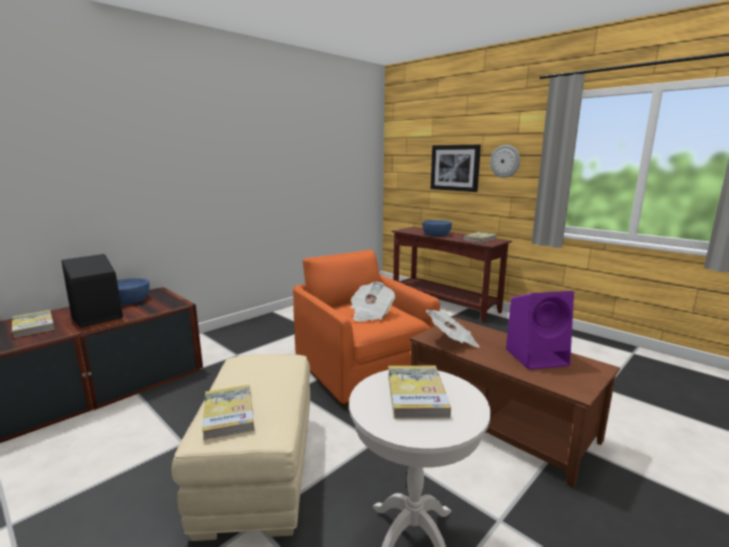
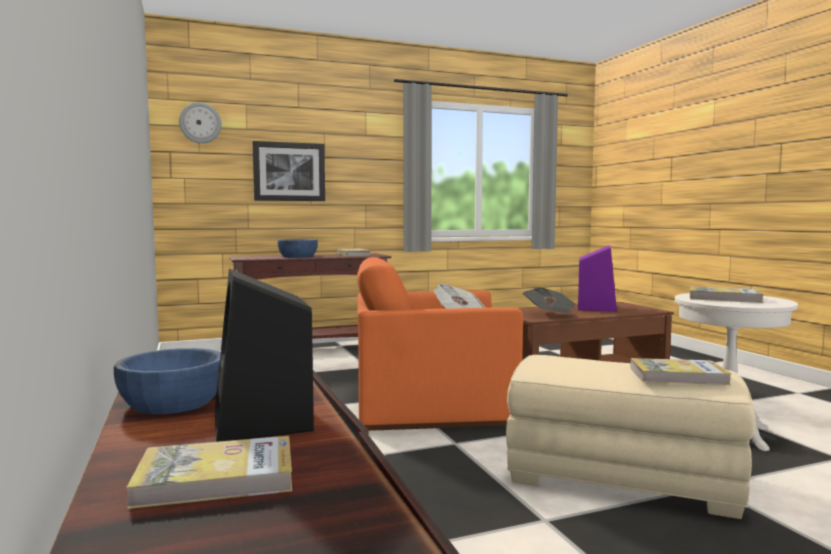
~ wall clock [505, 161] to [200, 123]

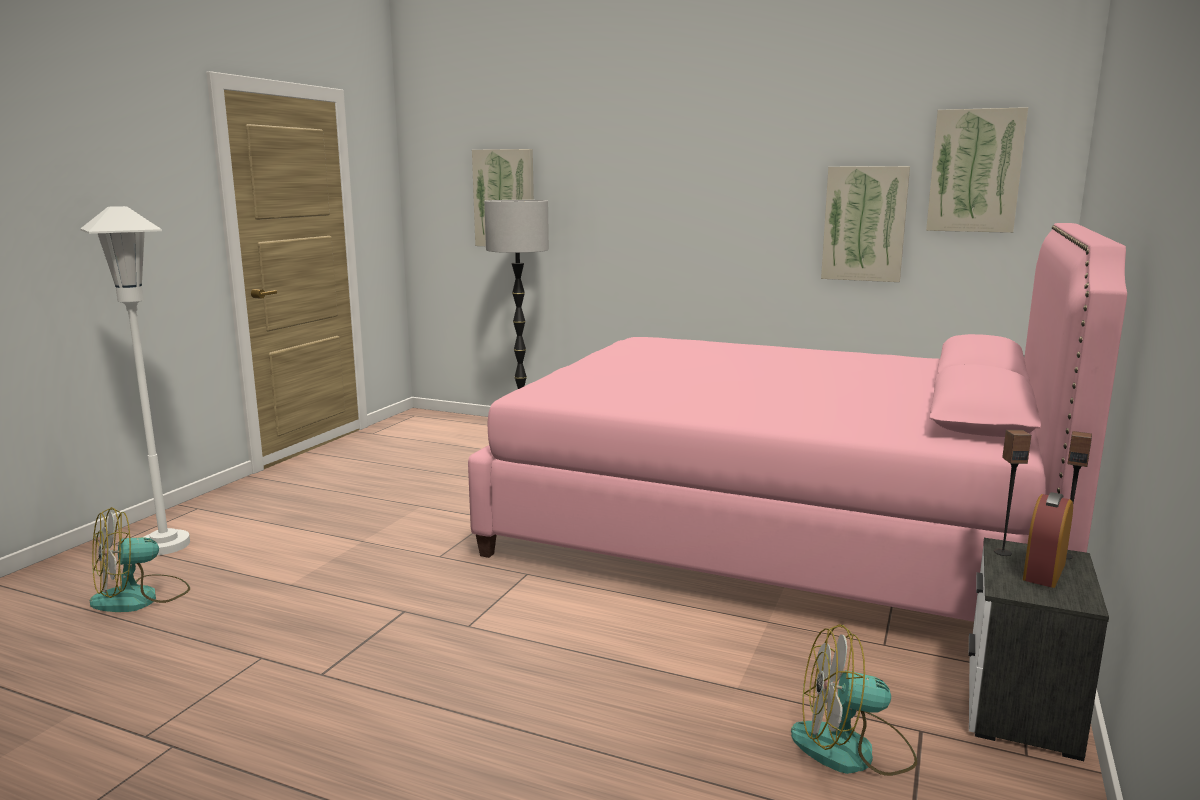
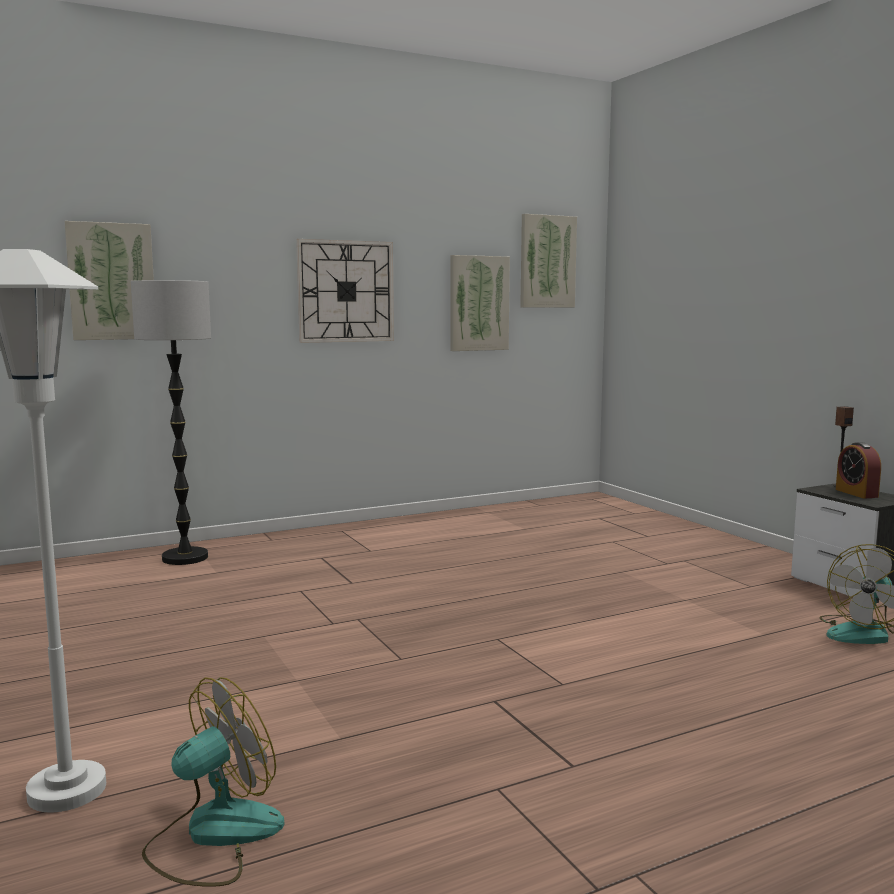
~ fan [140, 559] = [213, 782] 135 degrees counterclockwise
+ wall clock [345, 291]
- pink bed [797, 422]
- speaker [1012, 493]

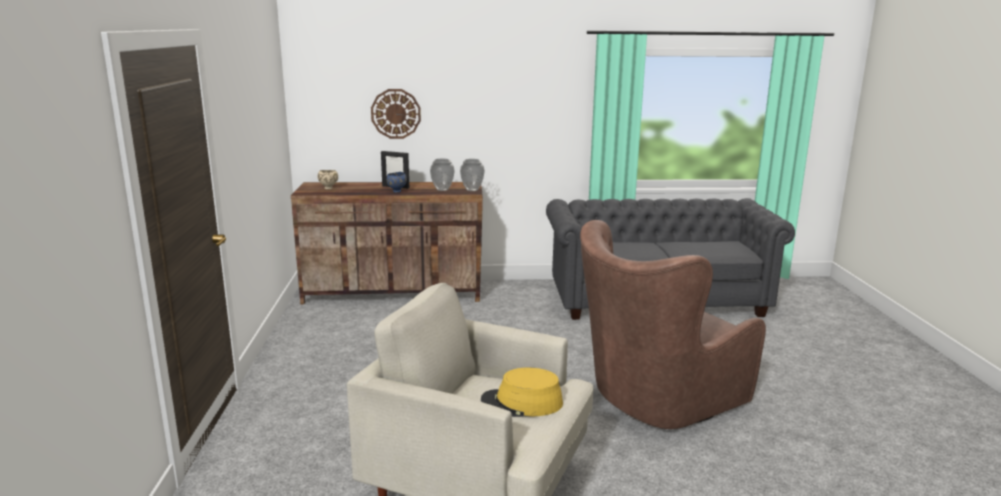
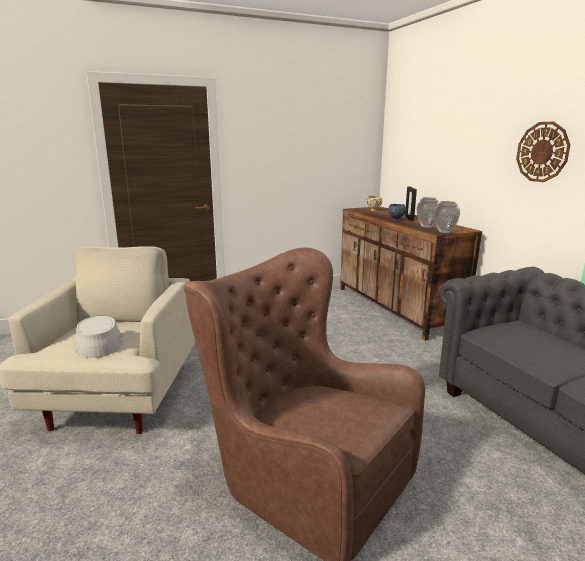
~ yellow hat [522, 392] to grey hat [98, 337]
~ wall clock [396, 114] to [543, 152]

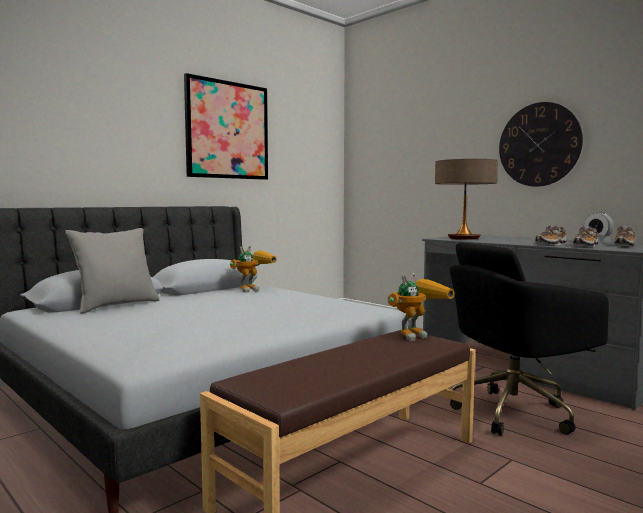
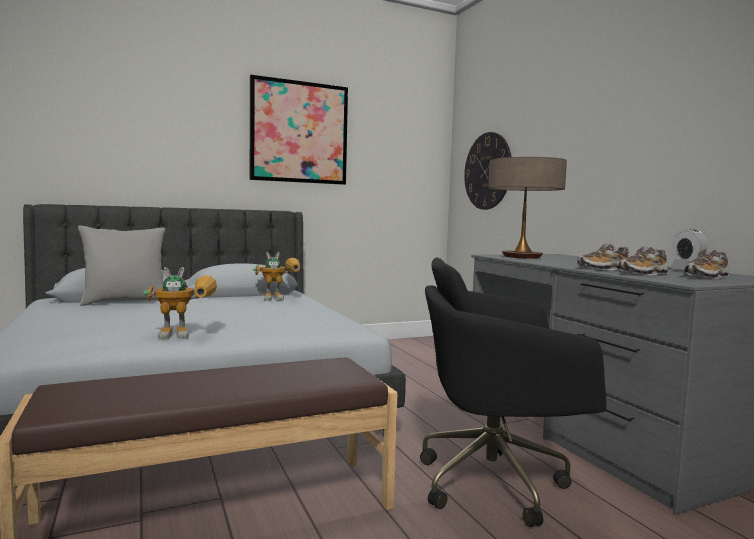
~ toy robot [421, 307] to [180, 303]
~ wall clock [541, 144] to [487, 171]

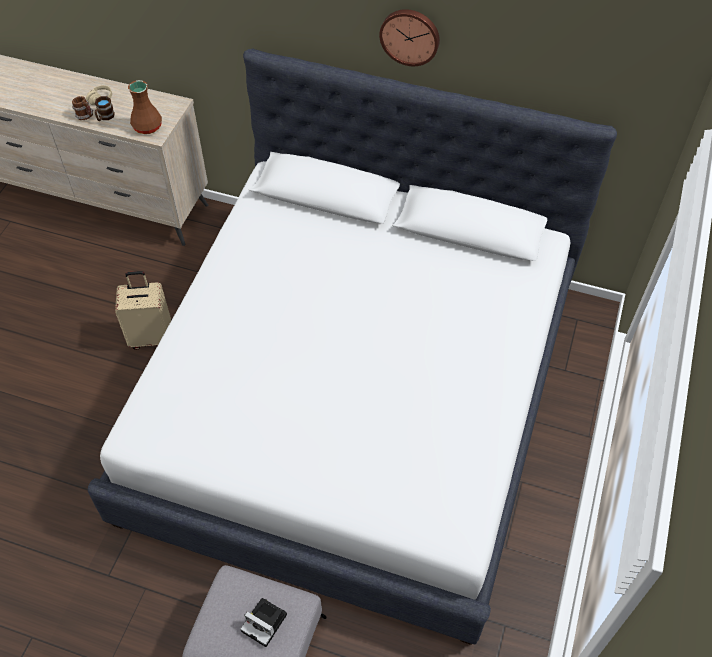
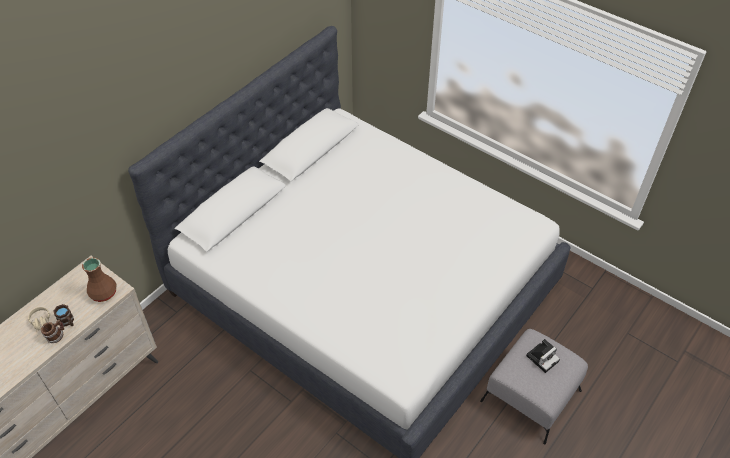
- beige suitcase [143, 310]
- wall clock [409, 37]

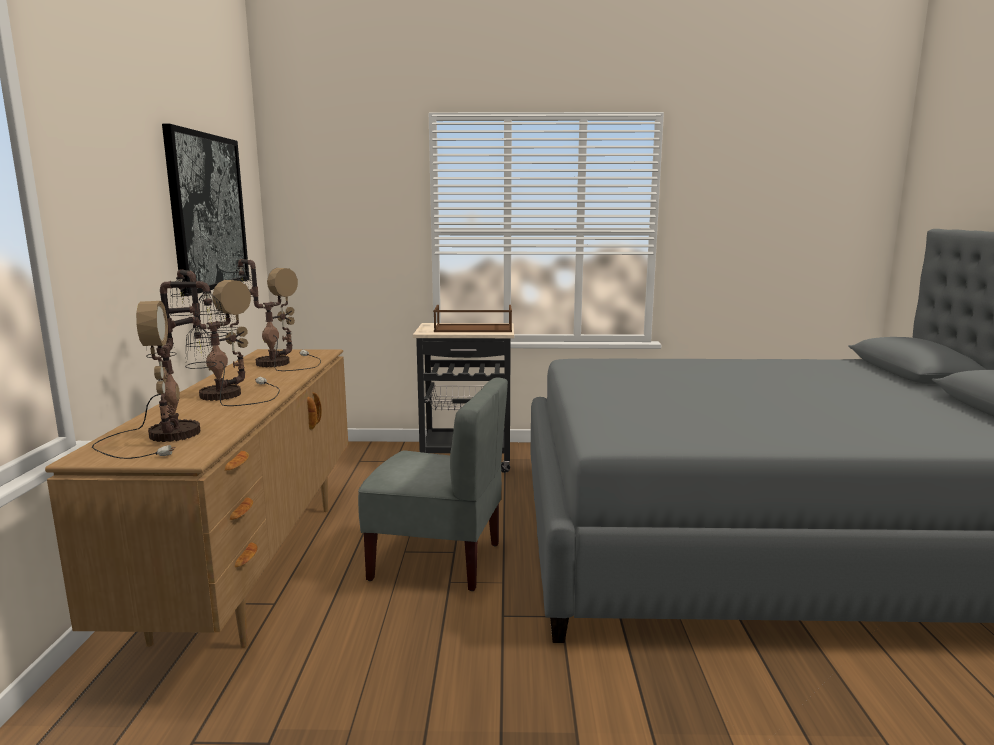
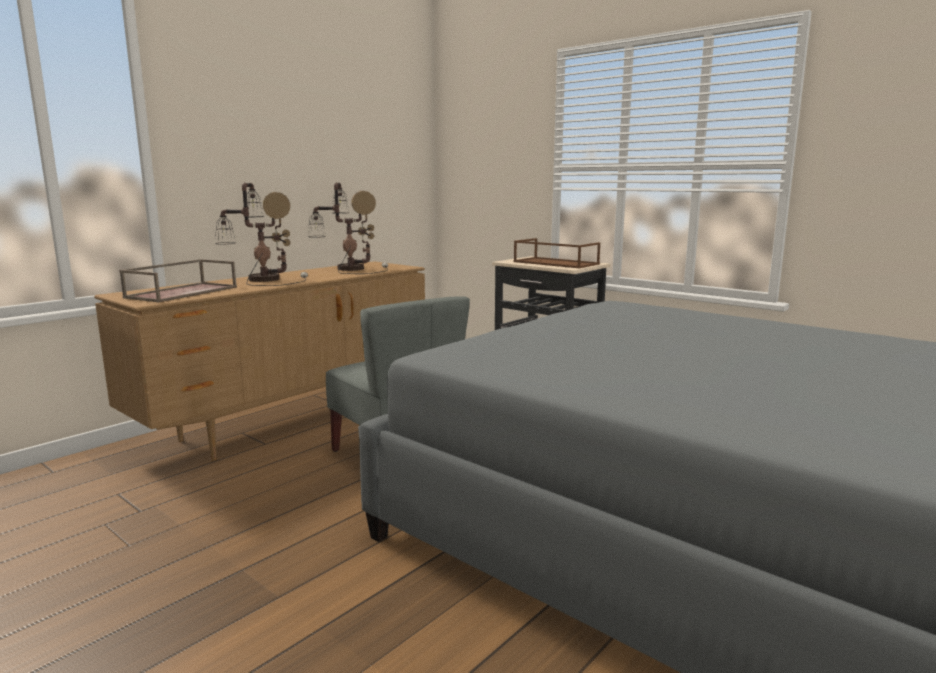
~ table lamp [160, 370] to brown tray [178, 281]
- picture [205, 210]

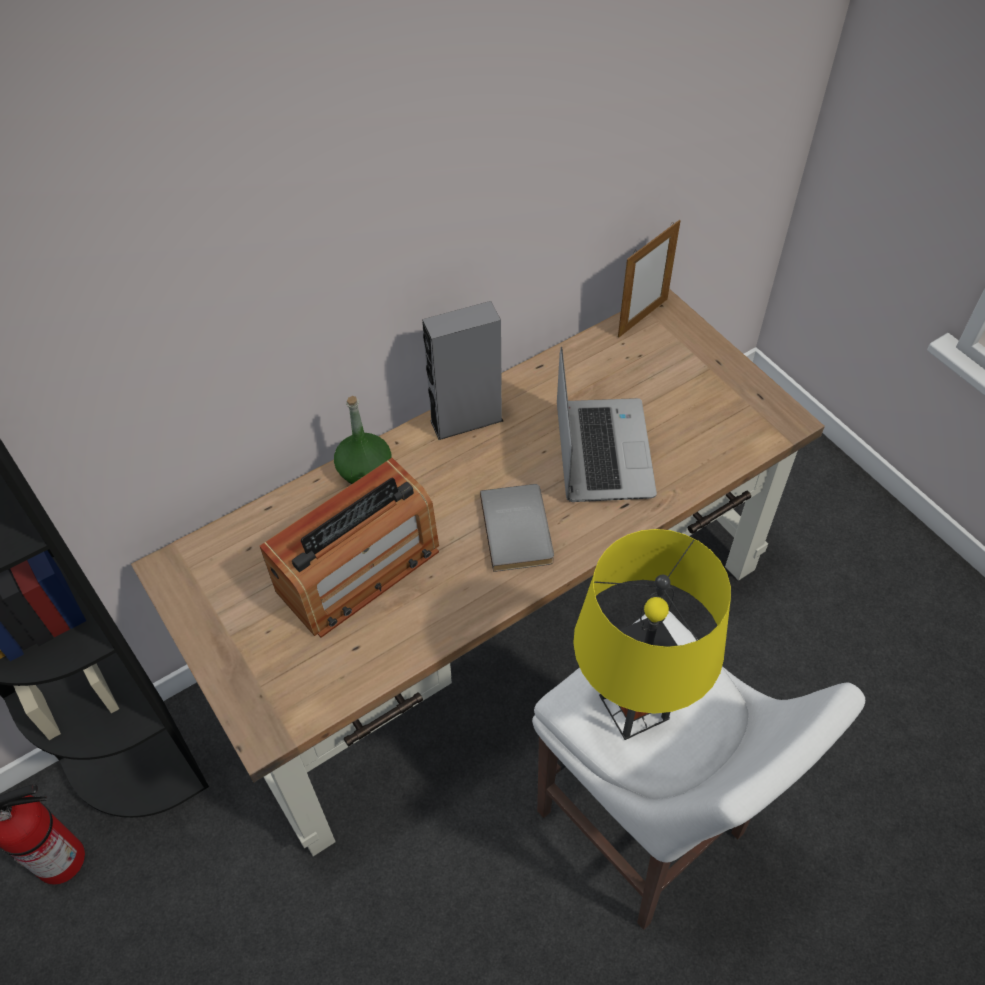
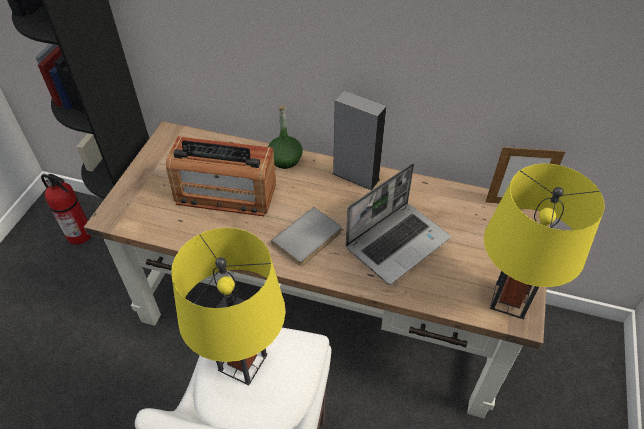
+ yellow table lamp [544, 241]

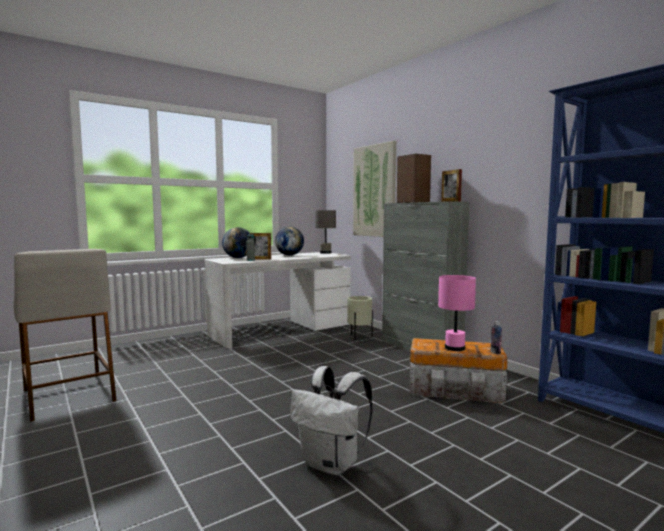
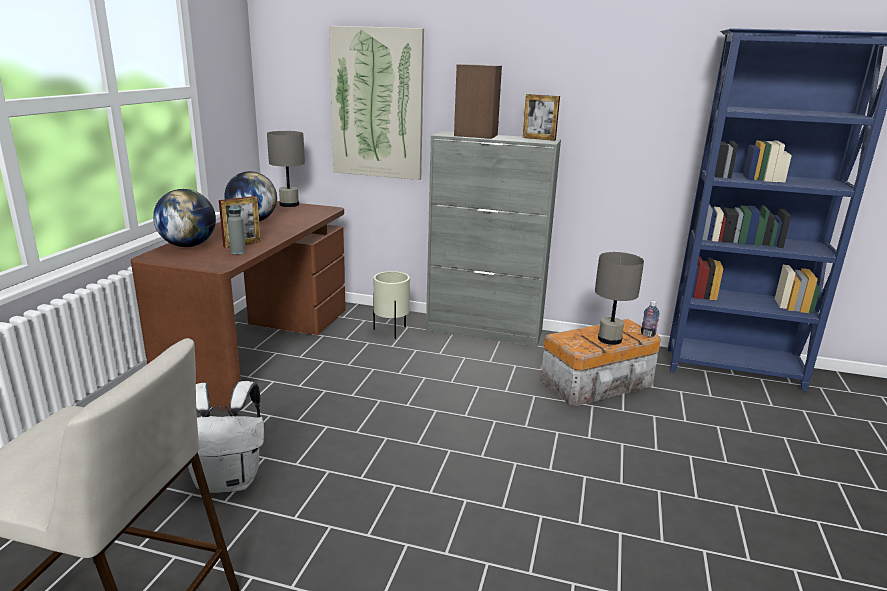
~ white desk [278, 300] to brown desk [238, 305]
~ white backpack [331, 420] to [226, 437]
~ pink table lamp [457, 313] to grey table lamp [619, 298]

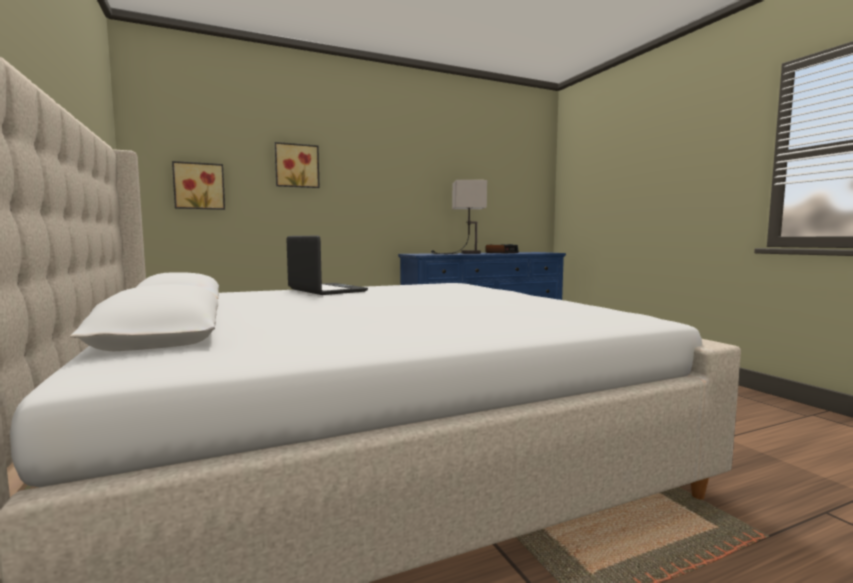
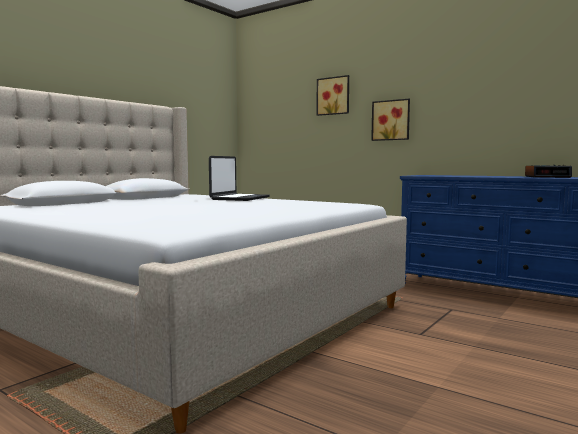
~ picture [198, 185] to [390, 120]
- table lamp [459, 217]

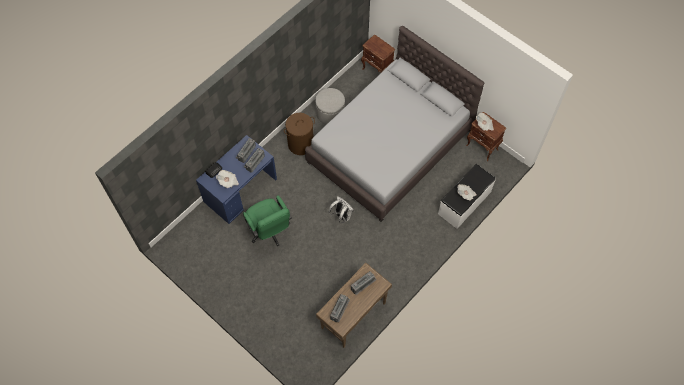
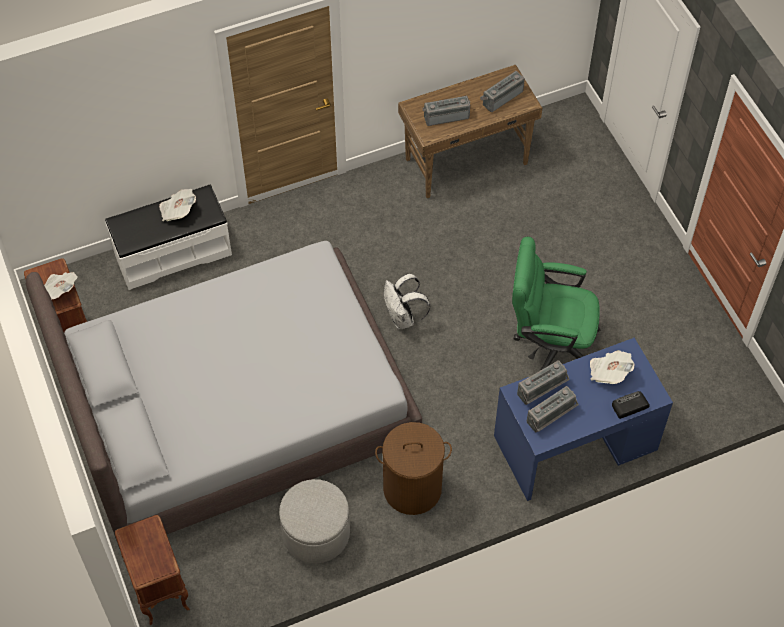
~ green office chair [267, 220] = [556, 304] 75 degrees counterclockwise

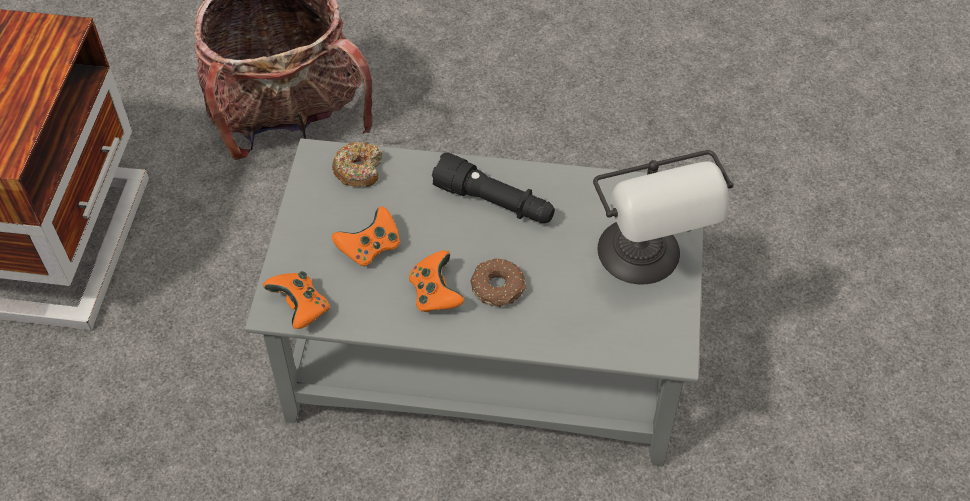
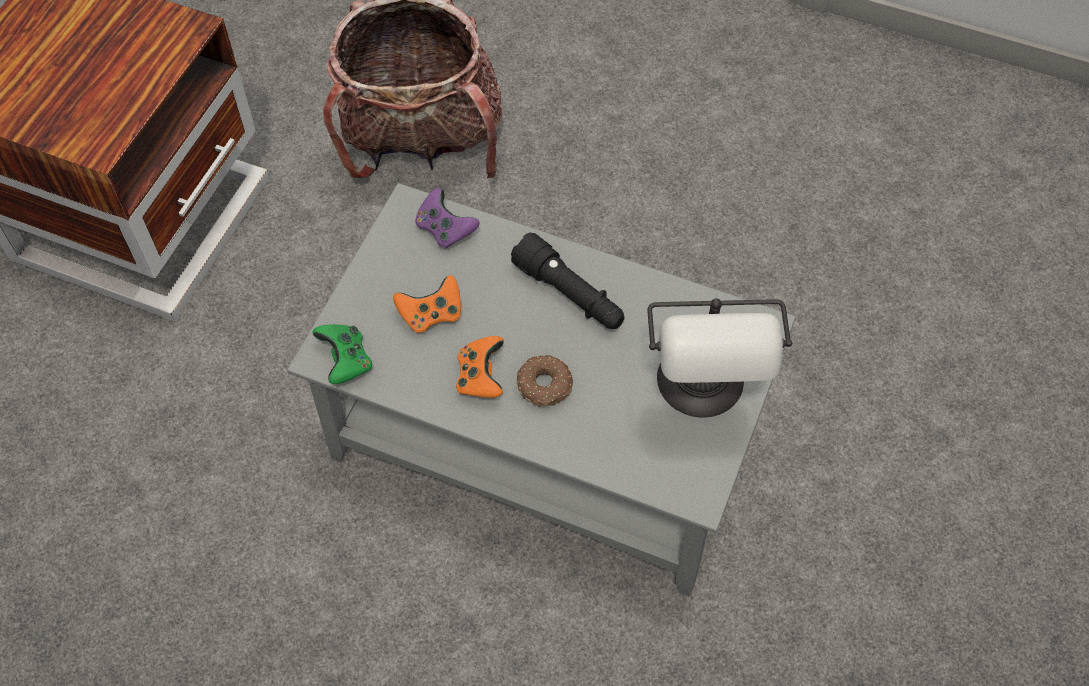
~ orange game controller [296, 300] to green game controller [342, 354]
~ donut [357, 164] to purple game controller [447, 218]

